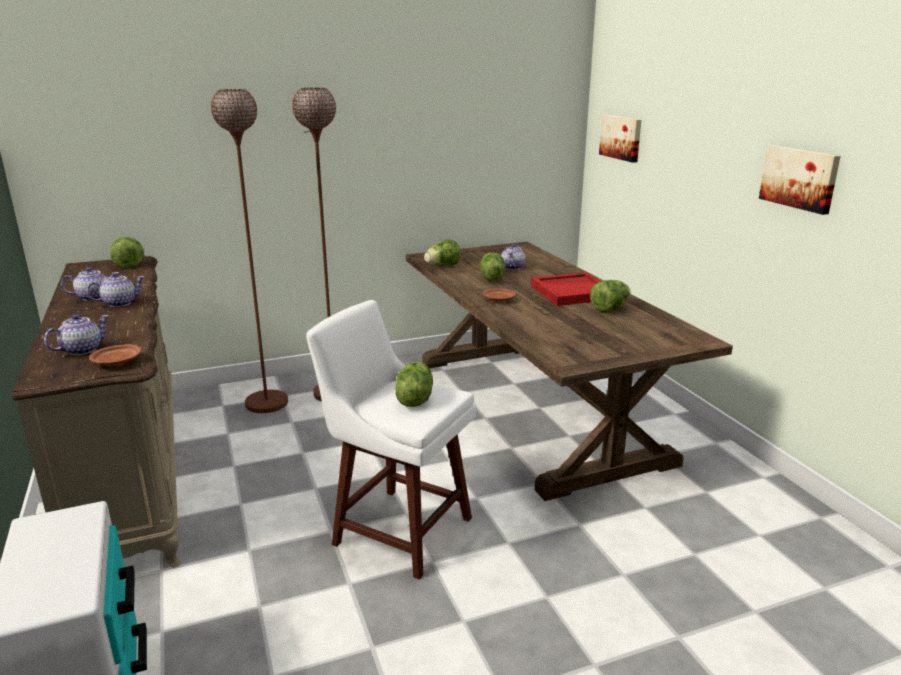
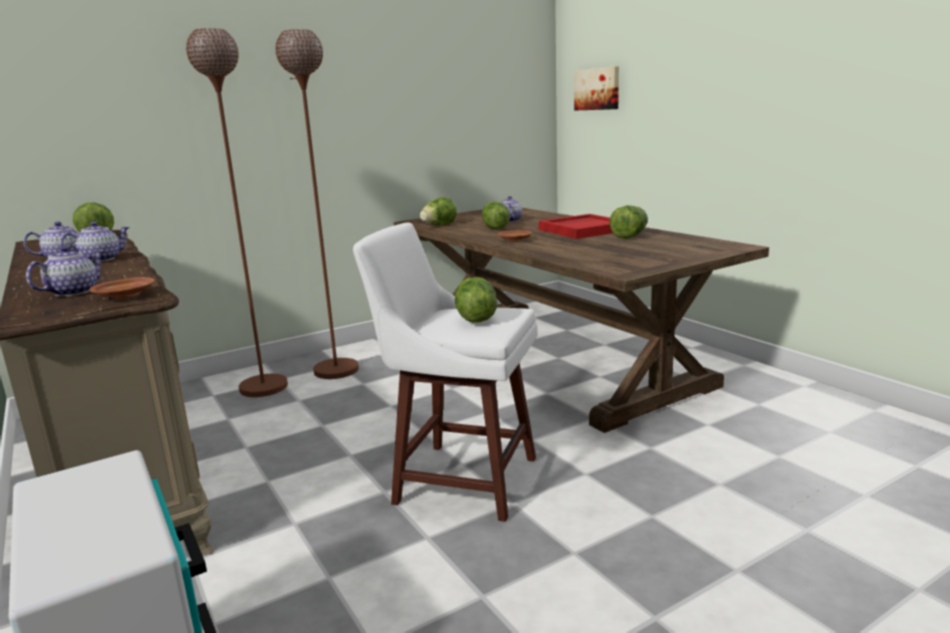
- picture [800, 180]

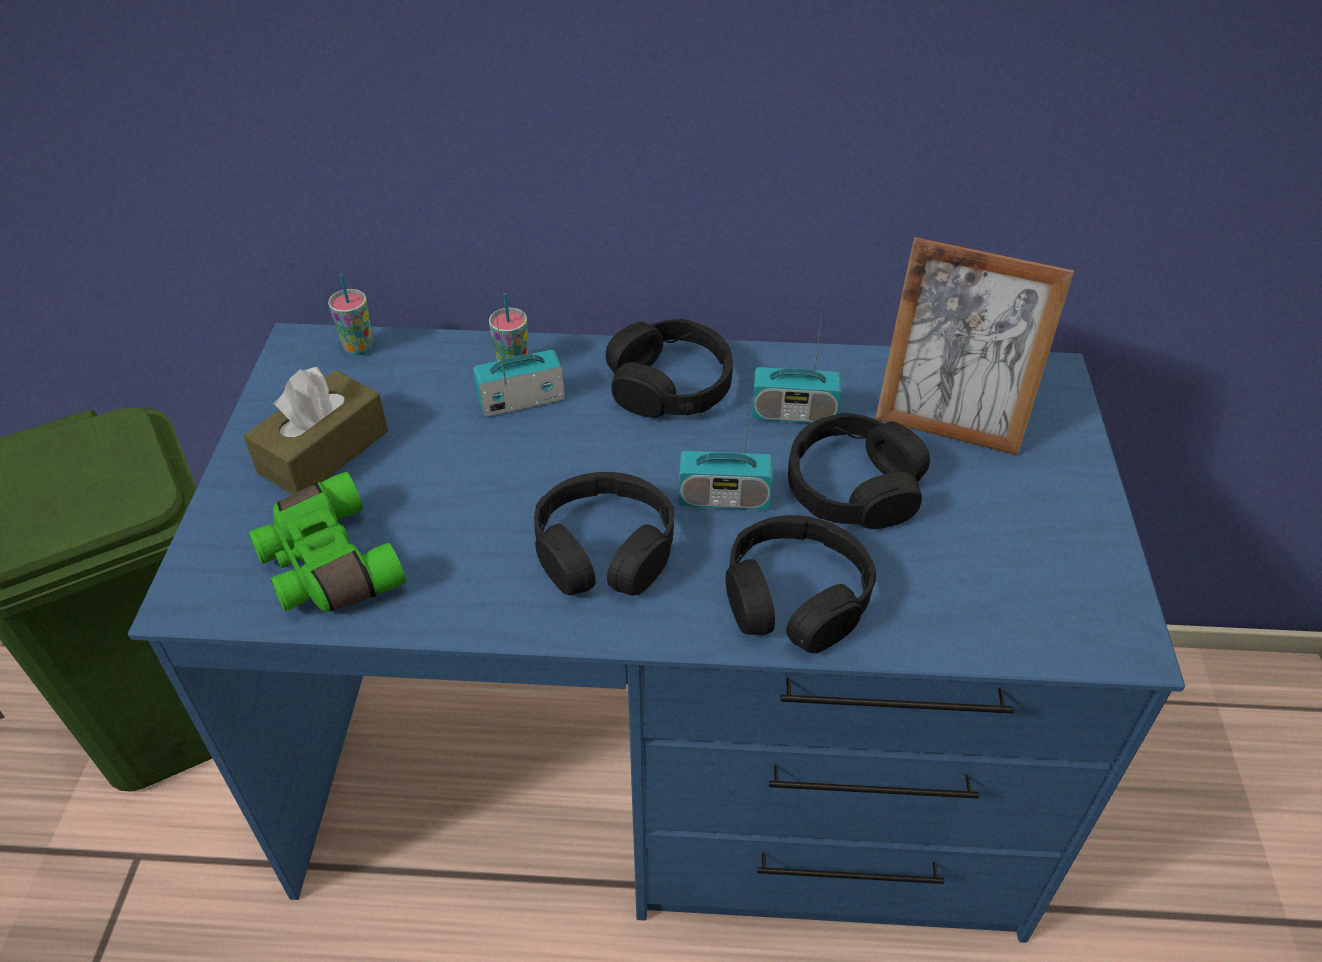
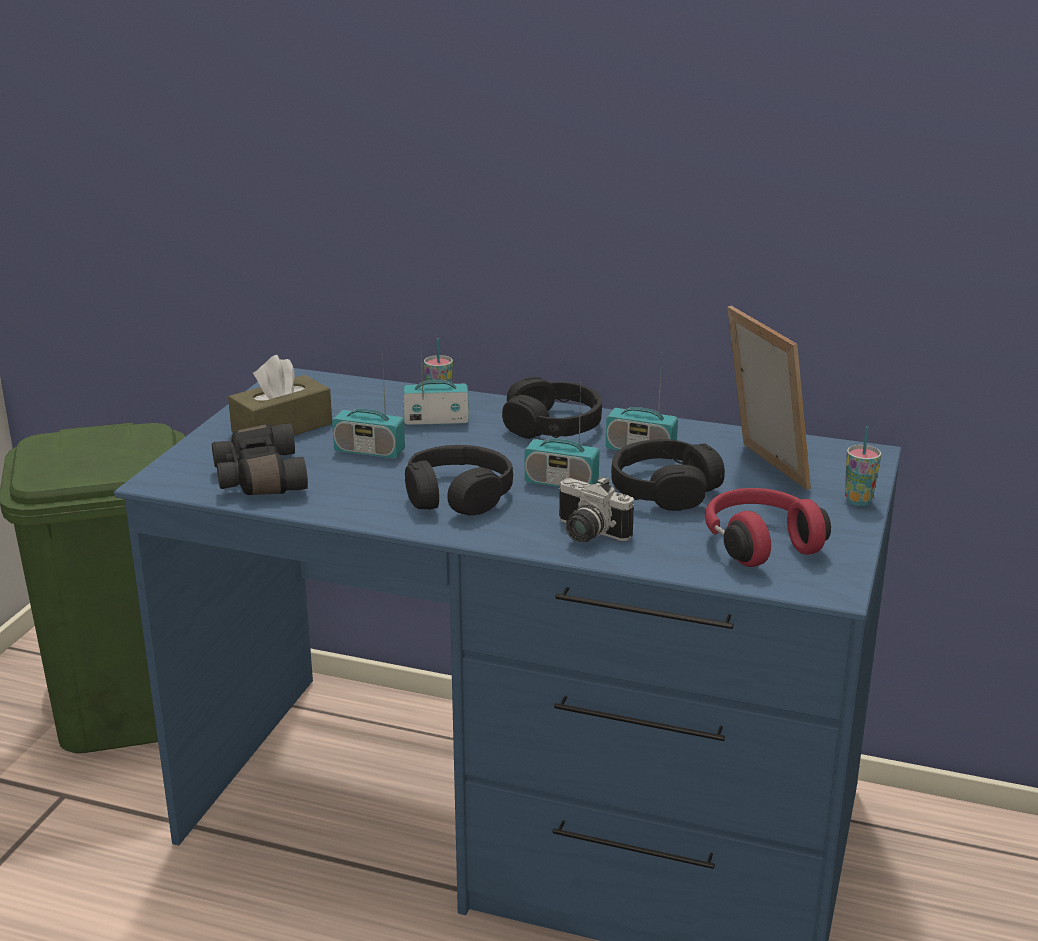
~ green binoculars [327, 542] to black binoculars [260, 459]
+ radio [368, 406]
~ black headphones [801, 584] to photo camera [596, 509]
+ red headphones [768, 527]
~ picture frame [974, 346] = [769, 398] 150 degrees counterclockwise
~ cup [350, 315] to [863, 466]

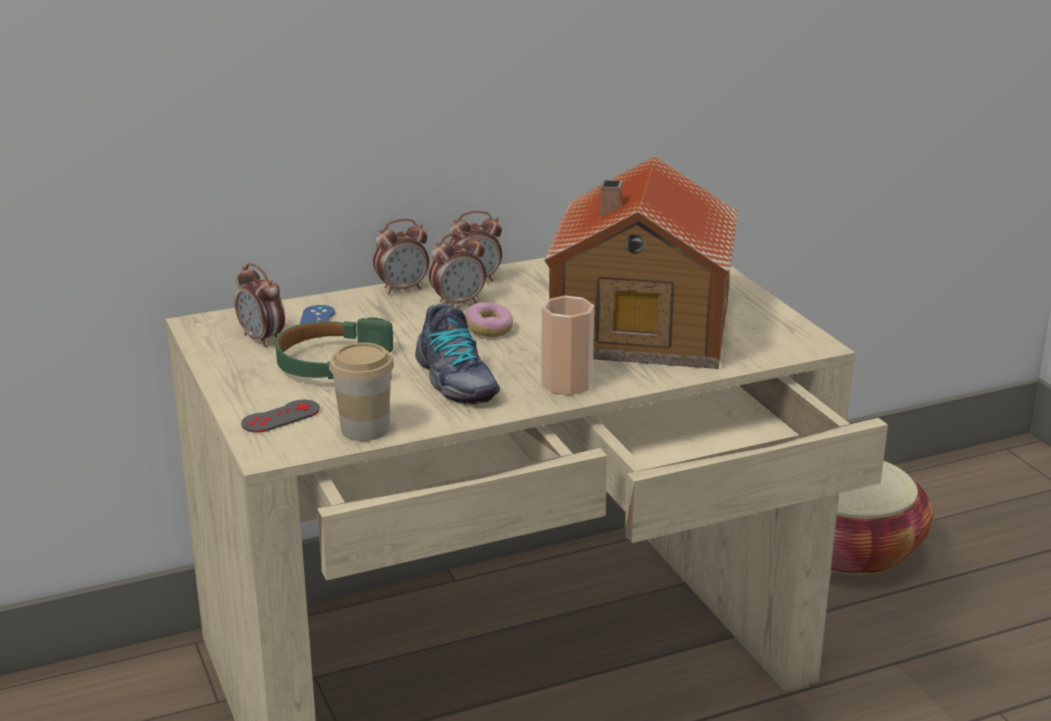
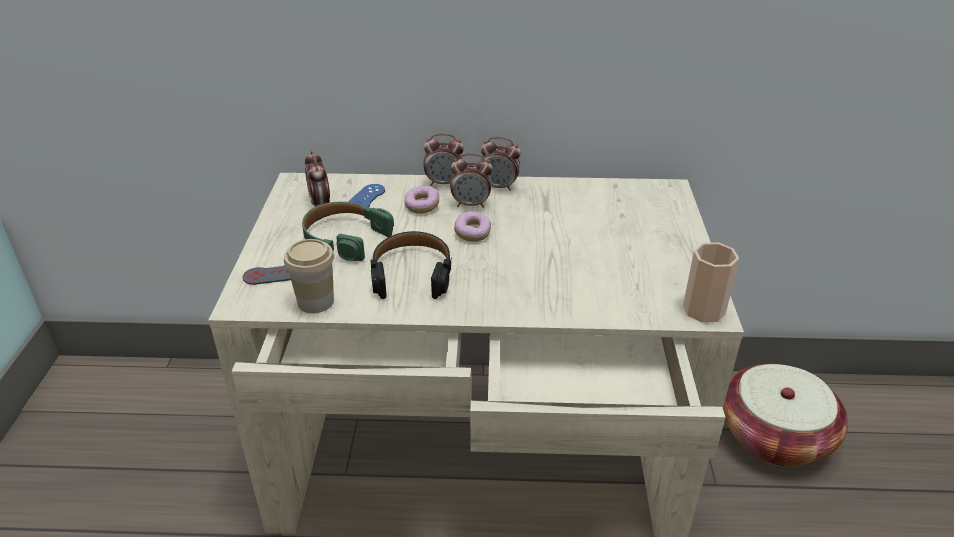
~ shoe [457, 353] to black headphones [411, 265]
+ donut [421, 200]
~ cup [567, 345] to [711, 282]
- toy house [641, 262]

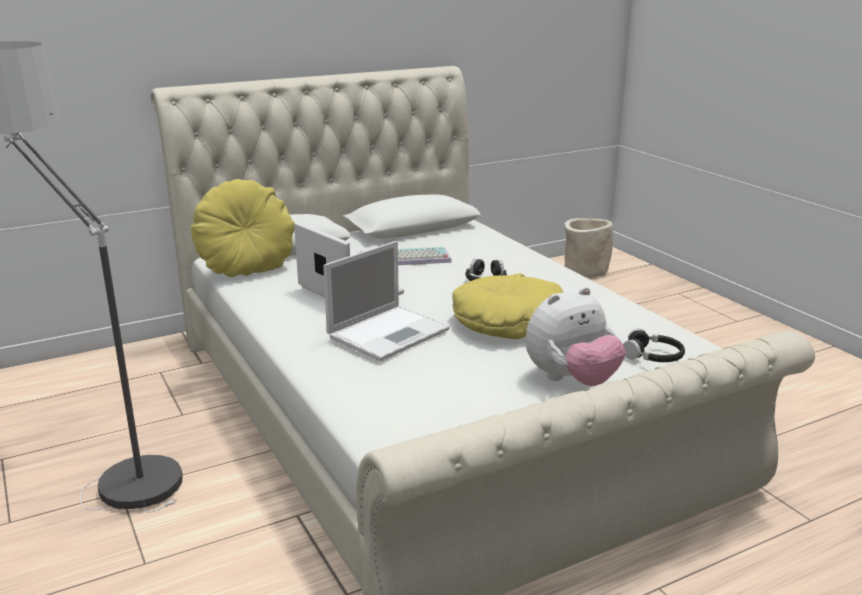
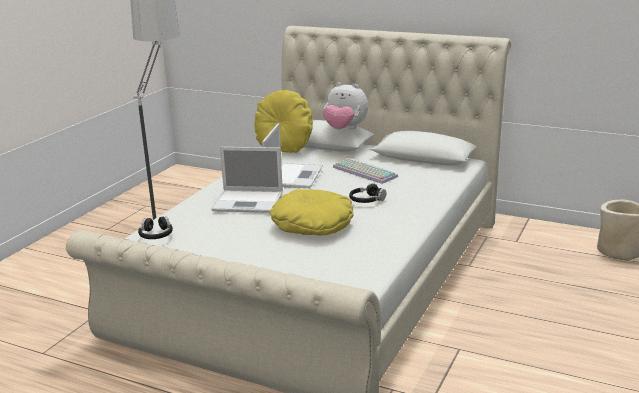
~ black headphones [654, 345] to [155, 227]
~ plush toy [576, 336] to [345, 105]

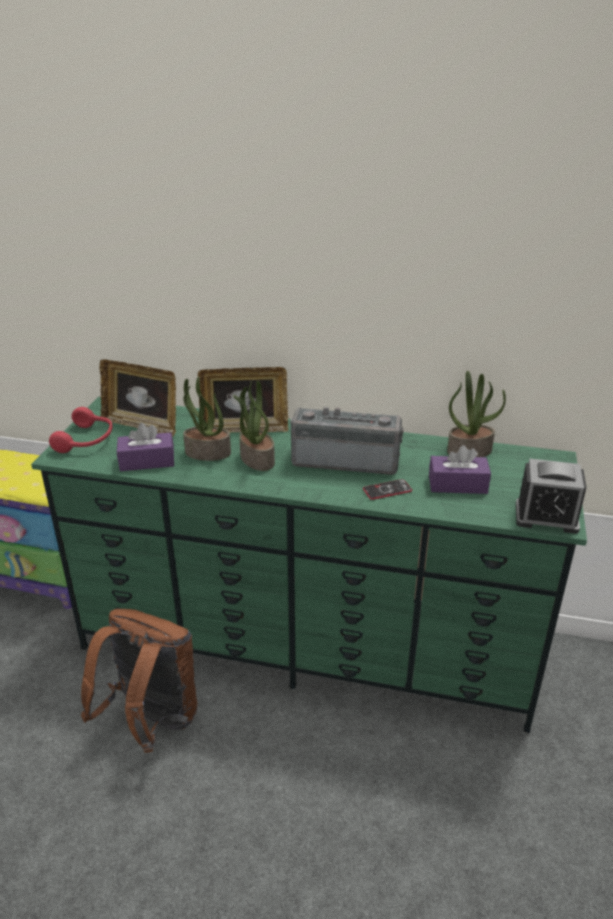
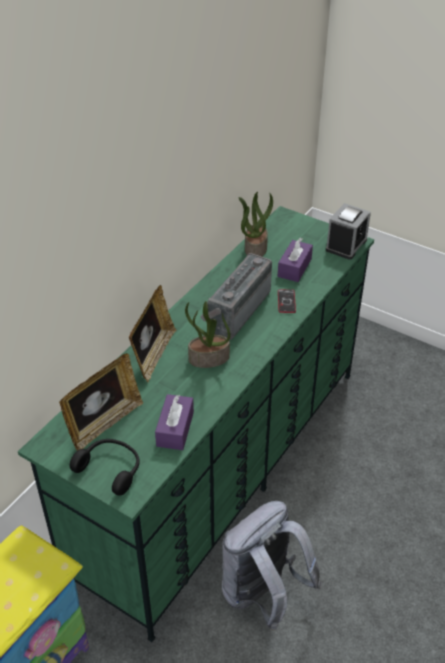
~ red headphones [81, 430] to black headphones [105, 467]
~ brown backpack [139, 681] to grey backpack [272, 566]
- potted plant [207, 418]

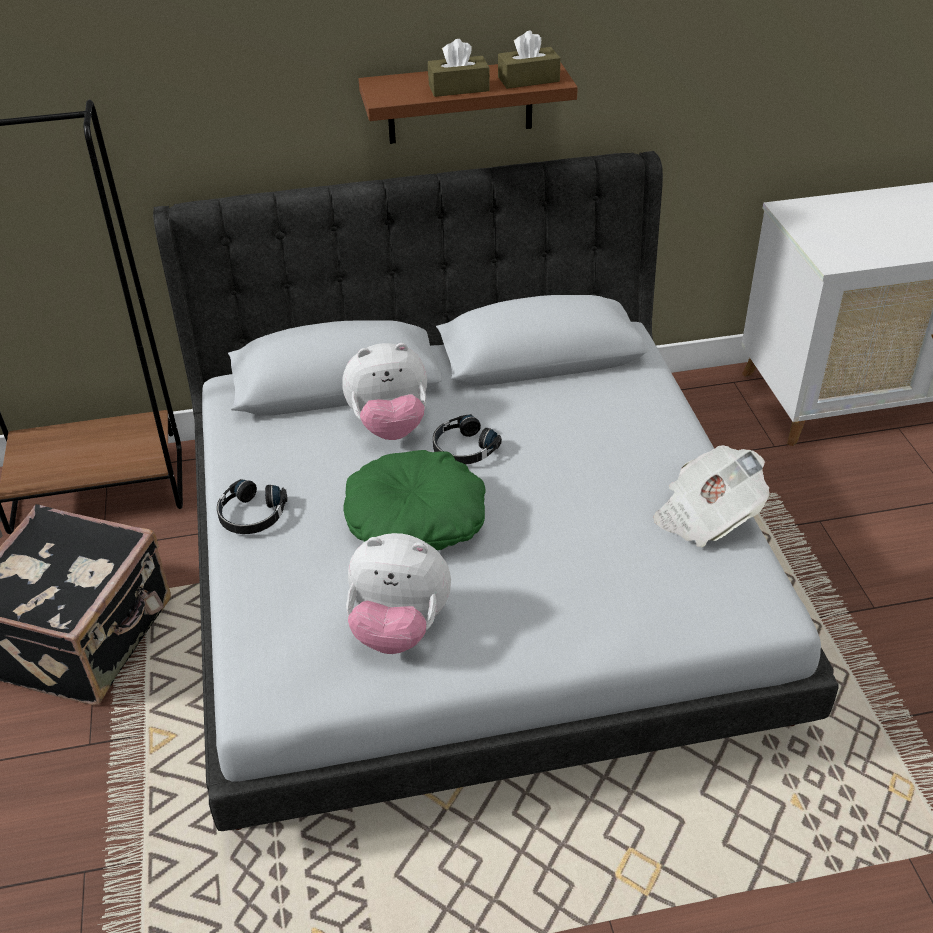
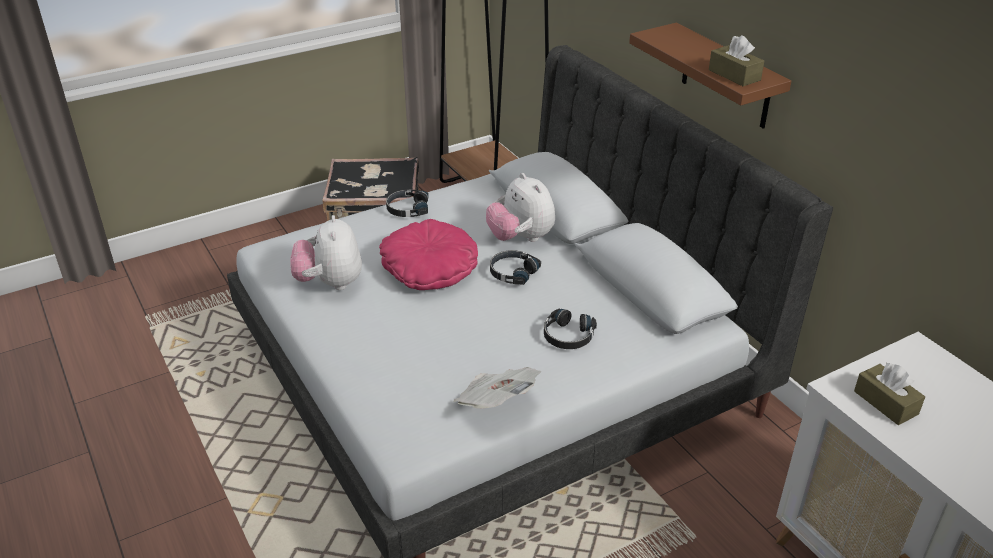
~ green pillow [414, 500] to pink pillow [428, 254]
+ black headphones [570, 328]
~ brown tissue box [459, 68] to [889, 393]

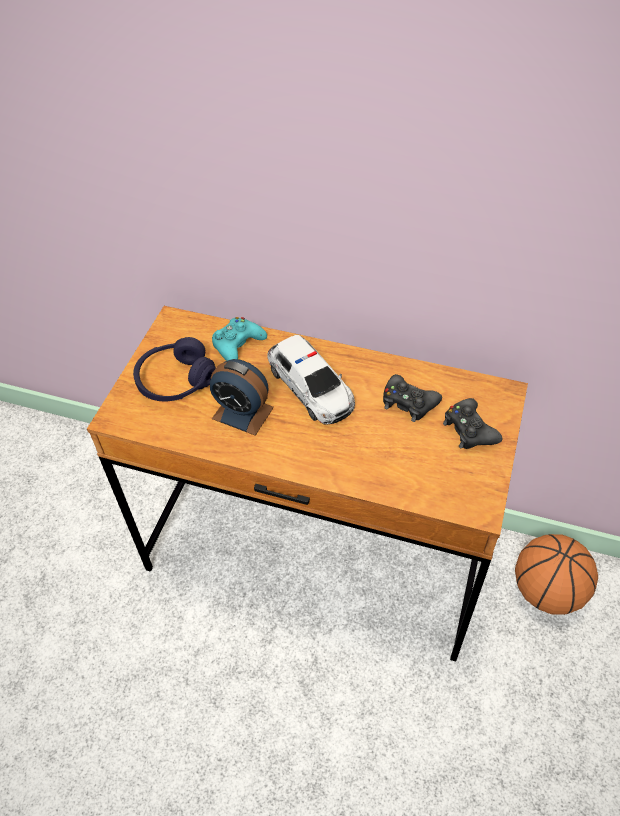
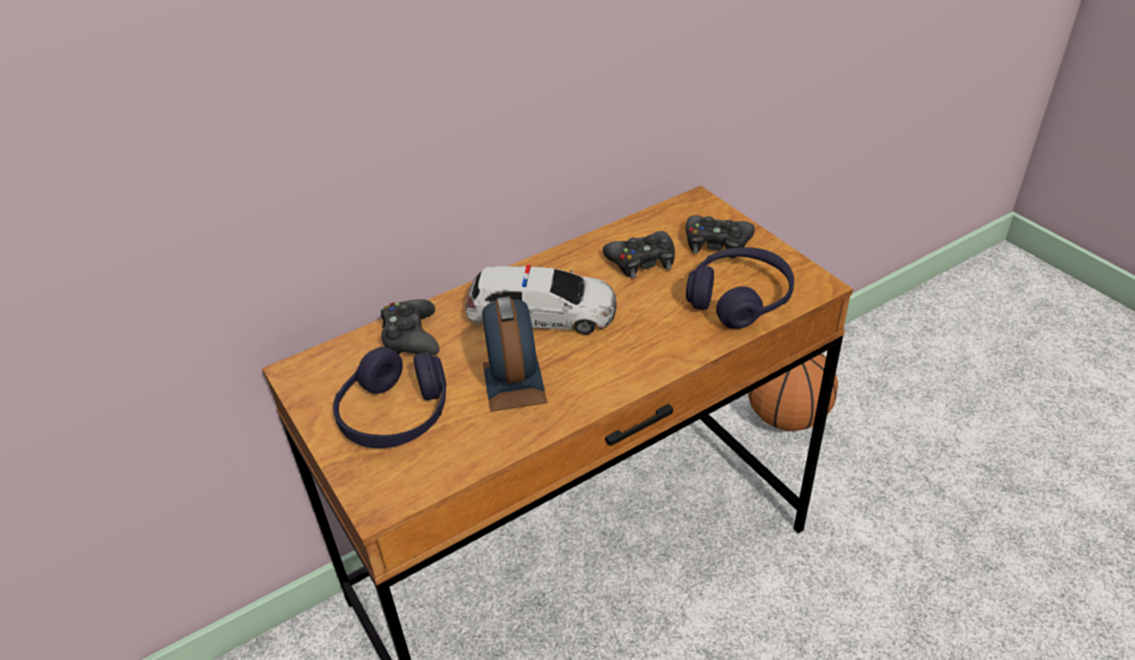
~ turquoise game controller [239, 339] to black game controller [410, 327]
~ alarm clock [242, 397] = [514, 354] 75 degrees counterclockwise
+ purple headphones [740, 288]

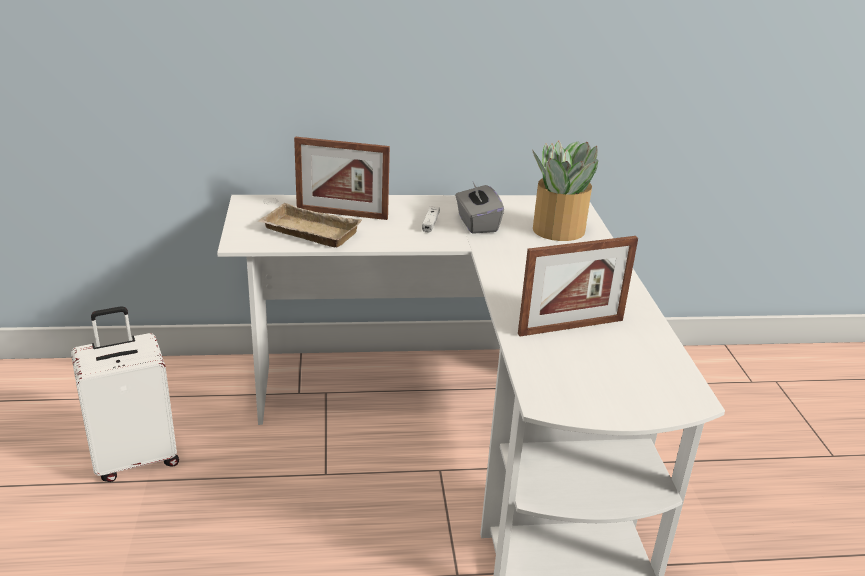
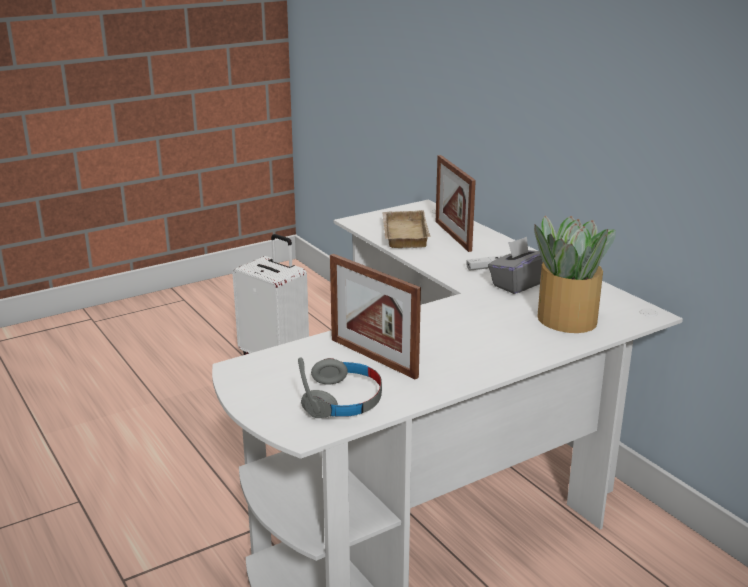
+ grey headphones [340, 387]

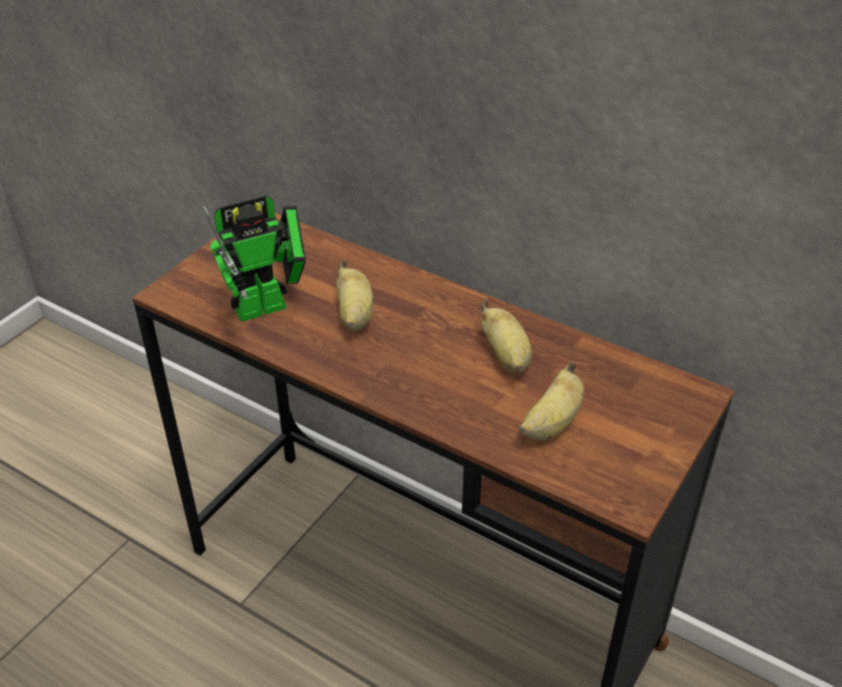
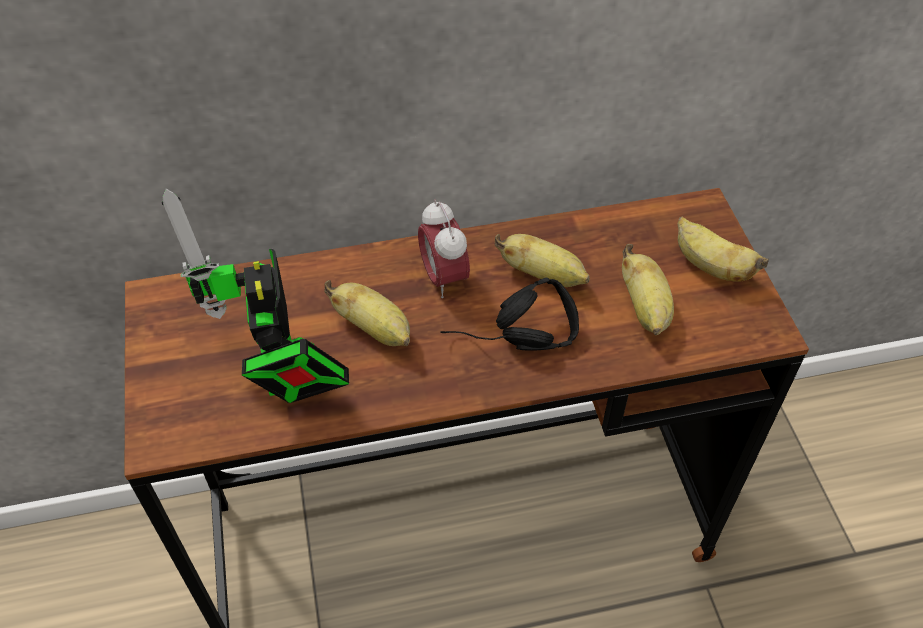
~ toy robot [254, 259] = [255, 296] 150 degrees clockwise
+ alarm clock [444, 249]
+ black headphones [509, 314]
+ banana [723, 249]

